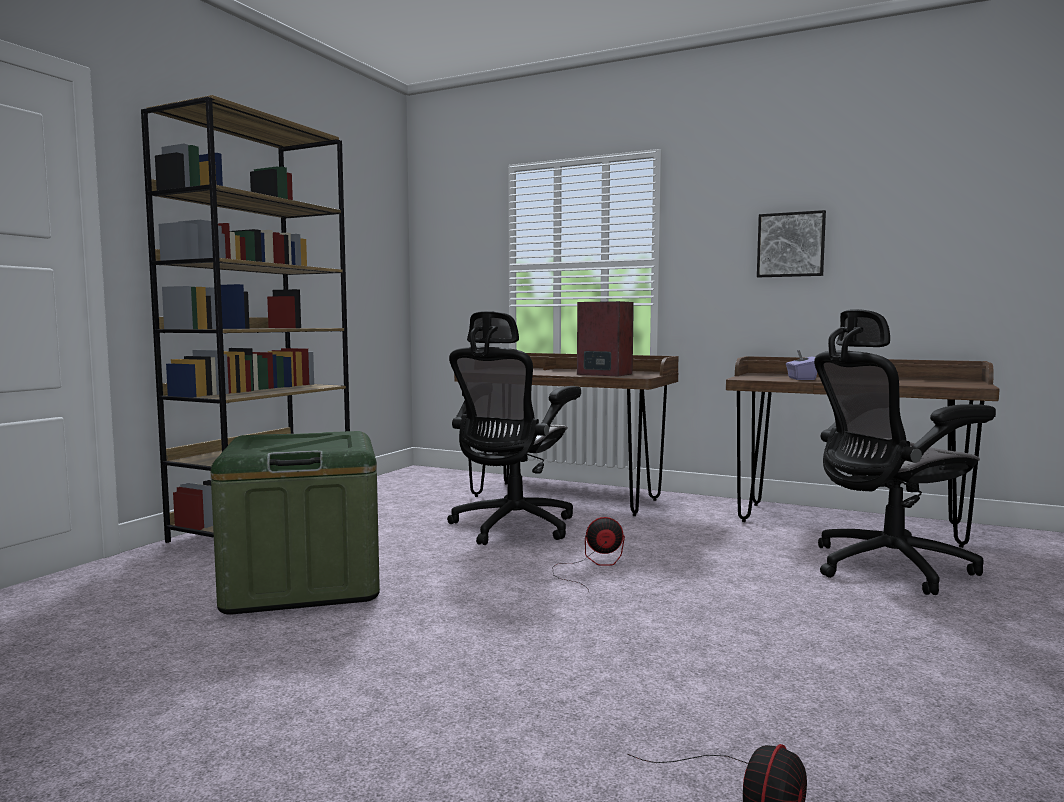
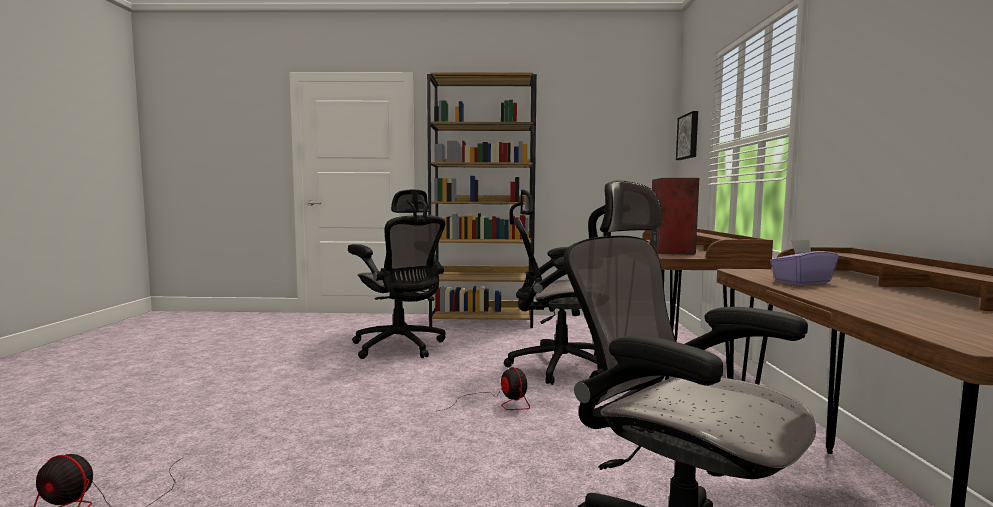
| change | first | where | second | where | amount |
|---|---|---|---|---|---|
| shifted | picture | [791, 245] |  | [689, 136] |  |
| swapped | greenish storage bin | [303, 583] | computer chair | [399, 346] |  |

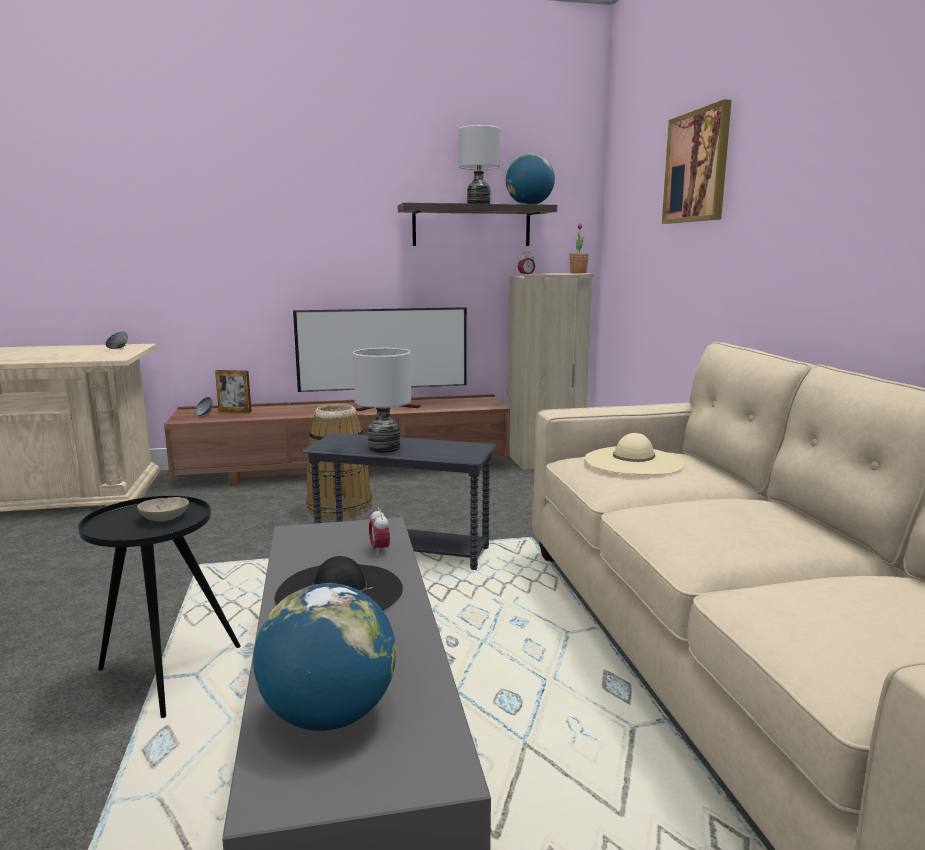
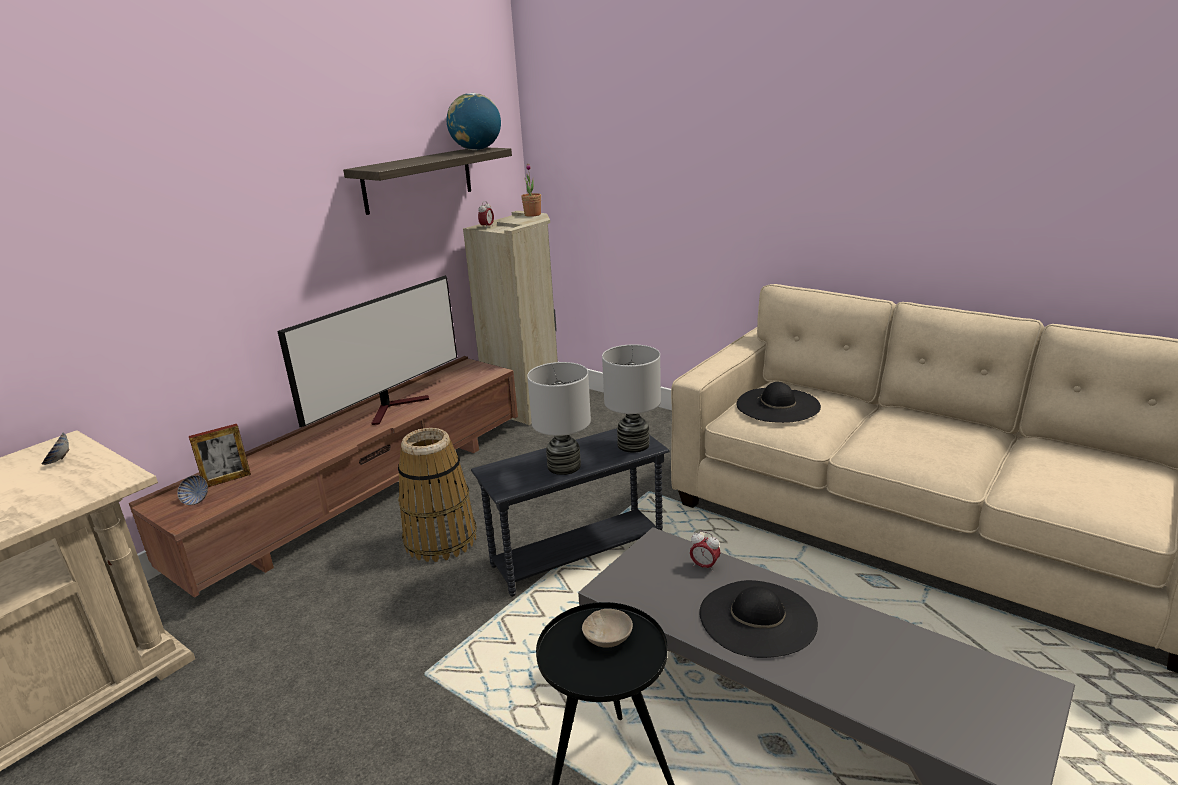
| change | first | where | second | where | amount |
|---|---|---|---|---|---|
| gone | globe | [329, 715] |  |  |  |
| gone | picture | [697, 167] |  |  |  |
| shifted | grey table lamp | [478, 204] |  | [633, 445] |  |
| repainted | beige-coloured clothing hat | [634, 461] | black clothing hat | [778, 405] |  |

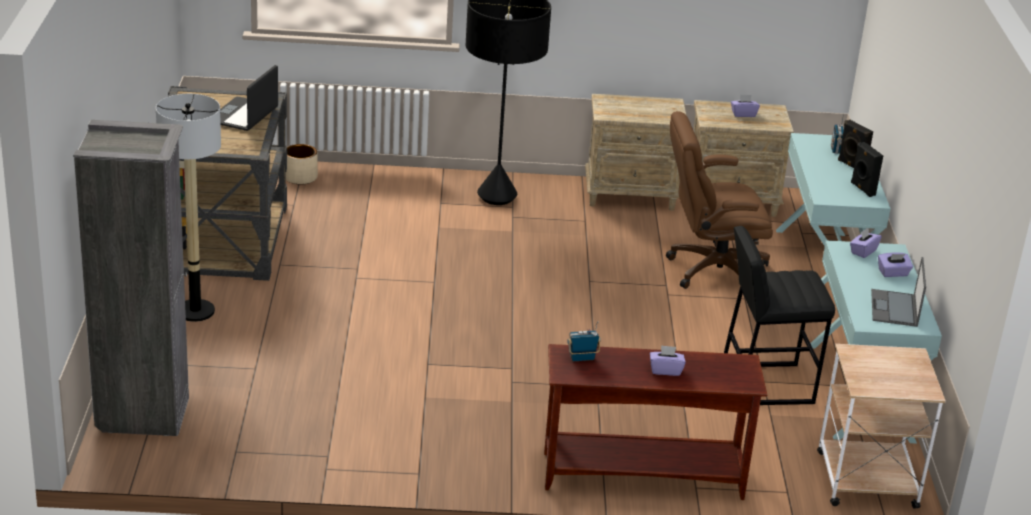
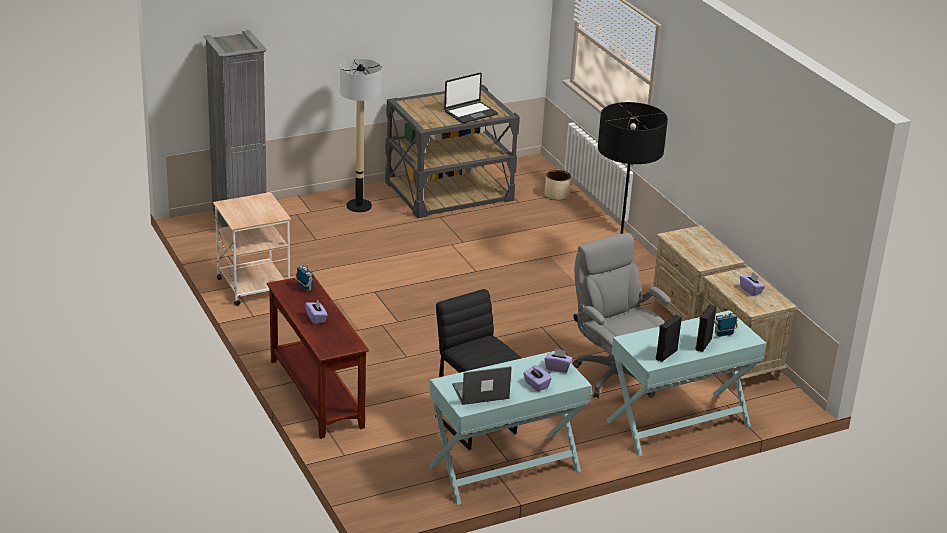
| change | first | where | second | where | amount |
|---|---|---|---|---|---|
| shifted | beige-coloured trolley | [865, 480] |  | [253, 286] |  |
| repainted | brownish computer chair | [709, 270] | grey computer chair | [614, 373] |  |
| rotated | notebook computer | [244, 115] |  | [470, 113] | 150 degrees clockwise |

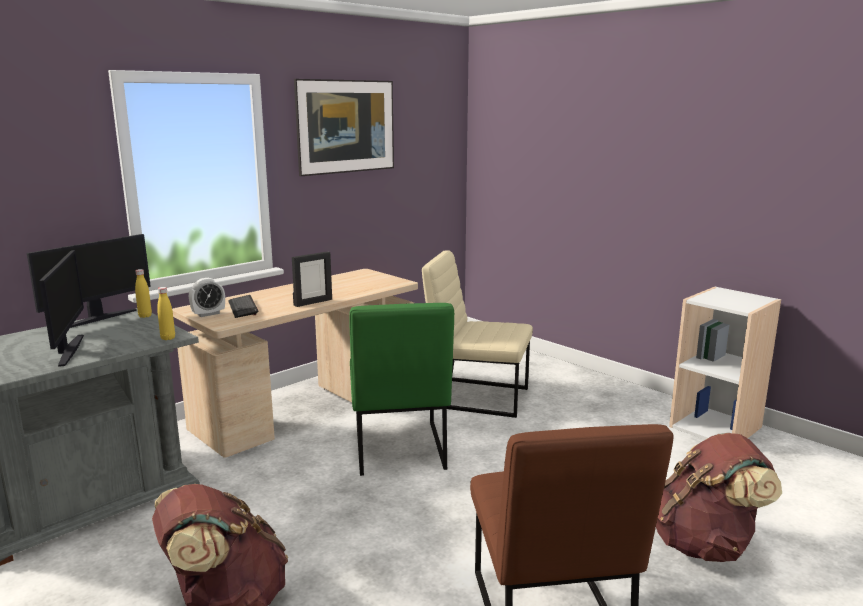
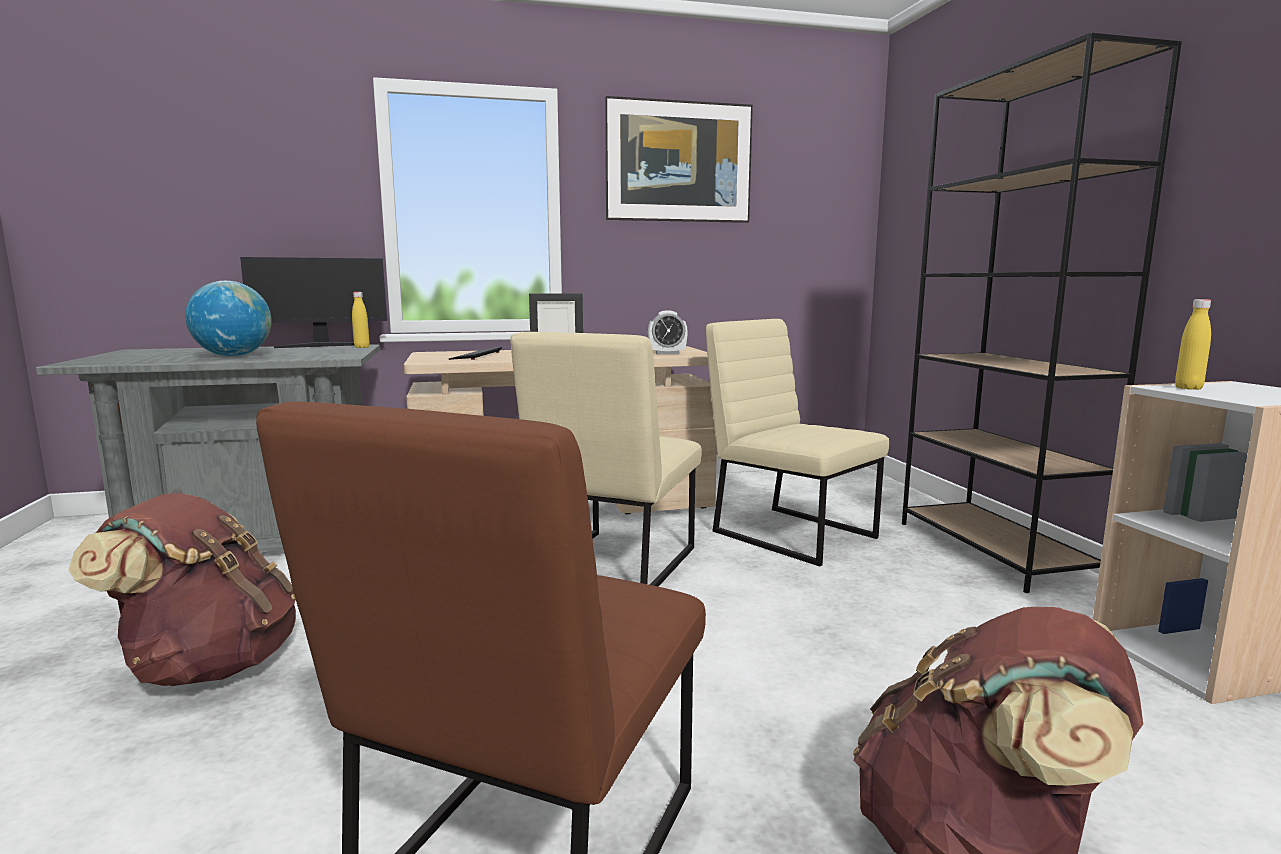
| change | first | where | second | where | amount |
|---|---|---|---|---|---|
| new |  |  | beige-coloured shelving unit | [994, 551] |  |
| shifted | yellowish drink bottle | [168, 338] |  | [1188, 388] |  |
| shifted | alarm clock | [208, 314] |  | [667, 353] |  |
| swapped | computer display | [68, 350] | globe | [233, 356] |  |
| repainted | greenish chair | [398, 449] | beige-coloured chair | [613, 565] |  |

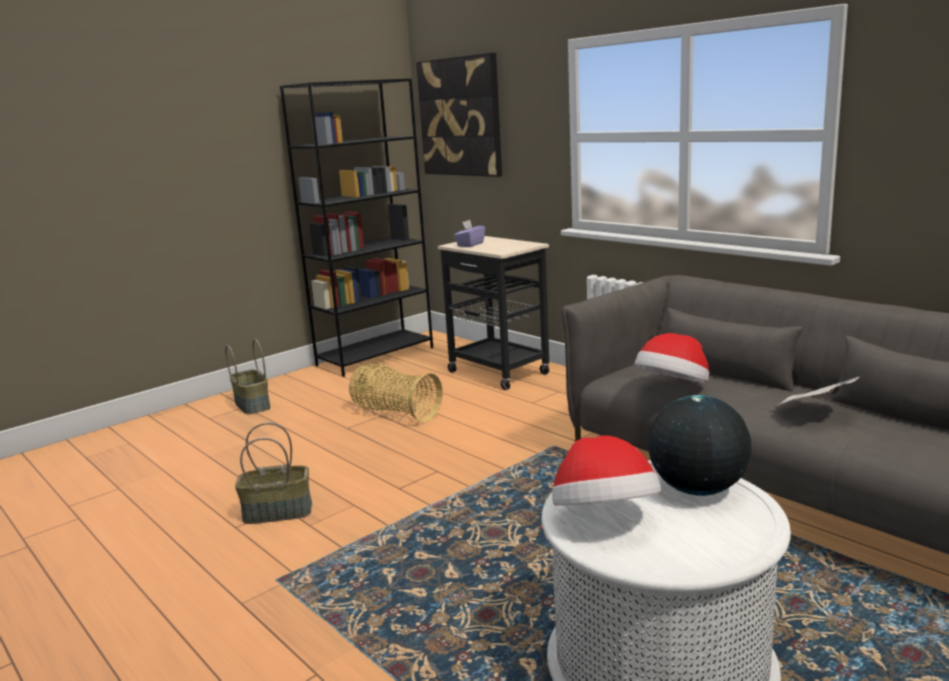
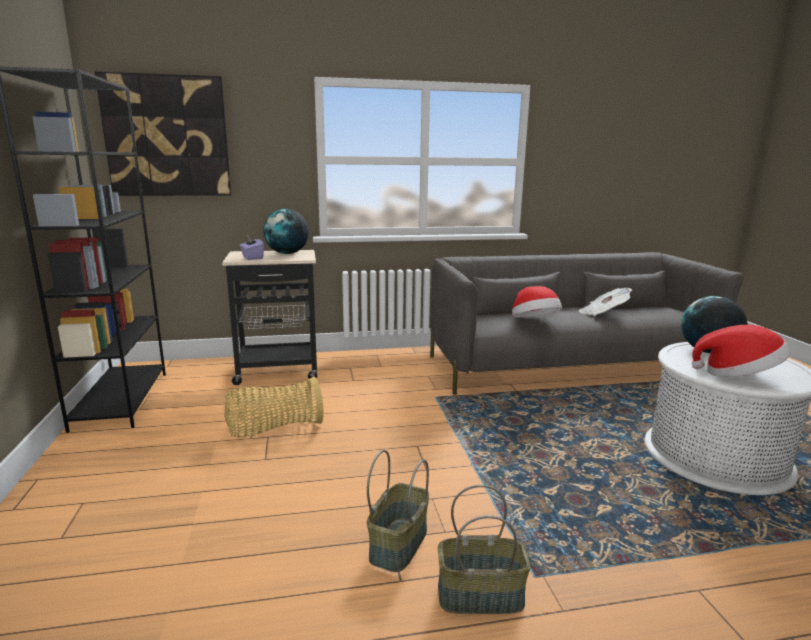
| change | first | where | second | where | amount |
|---|---|---|---|---|---|
| new |  |  | globe | [287, 253] |  |
| shifted | storage basket | [253, 405] |  | [481, 595] |  |

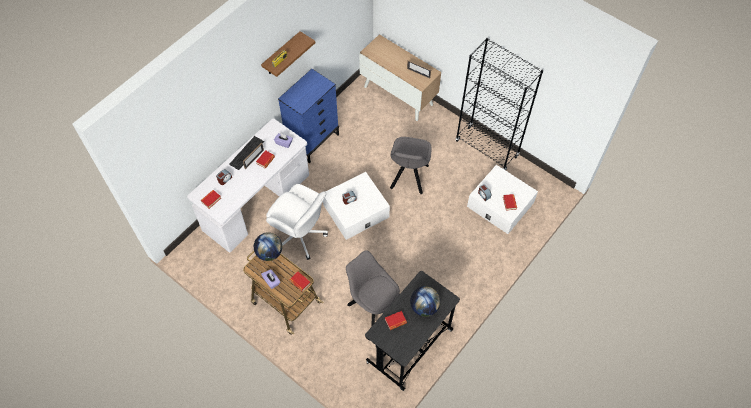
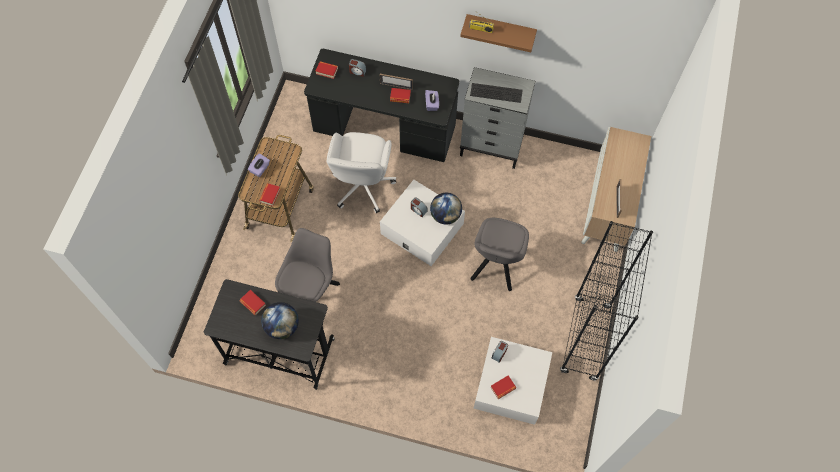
| change | first | where | second | where | amount |
|---|---|---|---|---|---|
| shifted | PC keyboard | [246, 152] |  | [497, 92] |  |
| shifted | globe | [269, 253] |  | [445, 215] |  |
| repainted | white desk table | [257, 202] | black desk table | [384, 128] |  |
| repainted | bluish drawer chest | [313, 141] | grey drawer chest | [491, 147] |  |
| rotated | grey chair | [409, 177] |  | [496, 266] | 60 degrees counterclockwise |

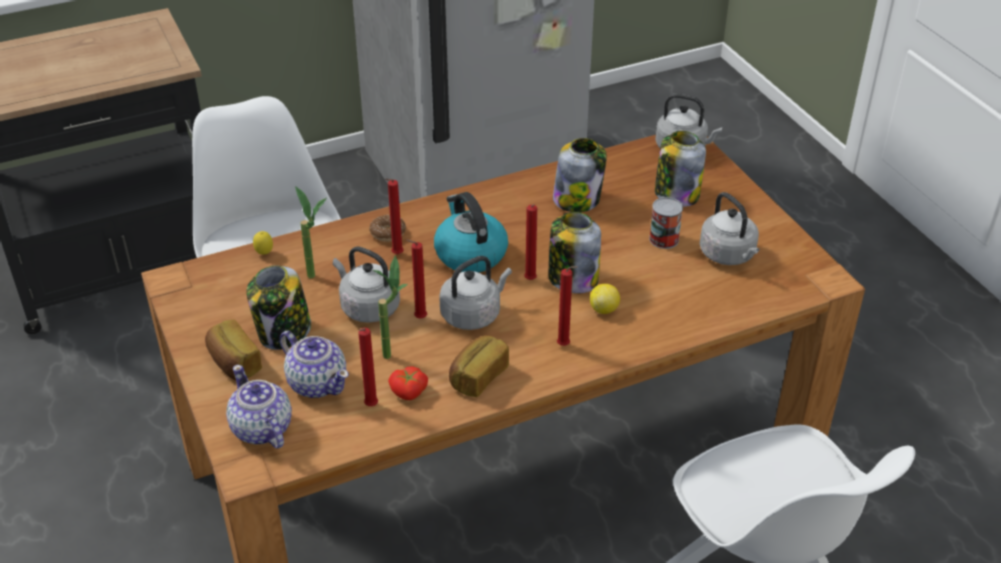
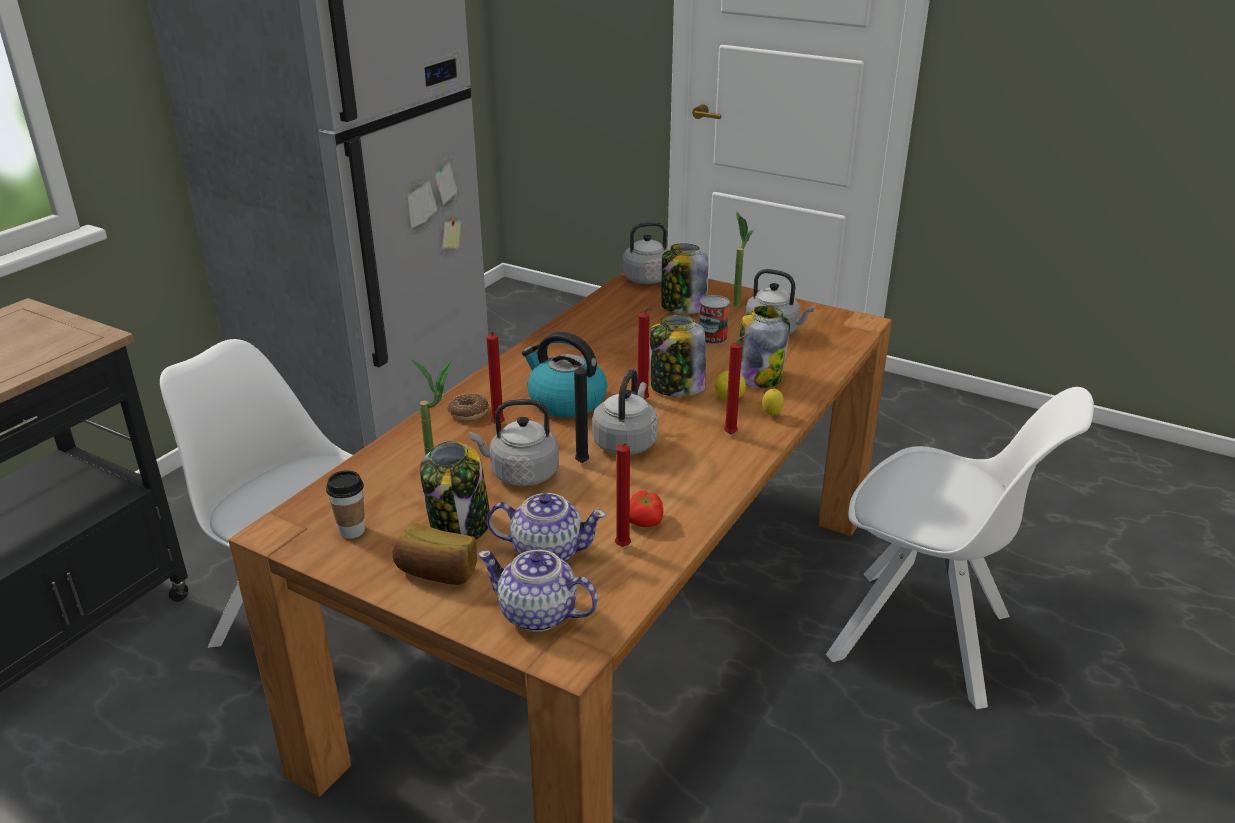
| change | first | where | second | where | amount |
|---|---|---|---|---|---|
| gone | bread | [477, 376] |  |  |  |
| new |  |  | small cup | [352, 531] |  |
| shifted | citrus fruit | [264, 254] |  | [771, 415] |  |
| shifted | potted plant | [393, 351] |  | [736, 302] |  |
| shifted | jar | [577, 199] |  | [758, 377] |  |
| repainted | red candle | [418, 318] | black candle | [580, 464] |  |

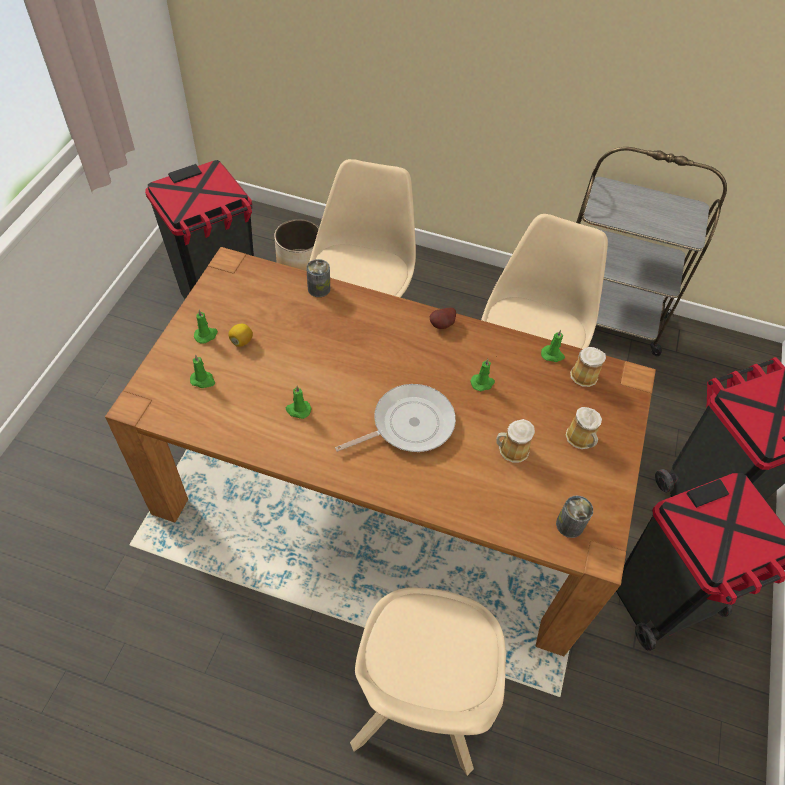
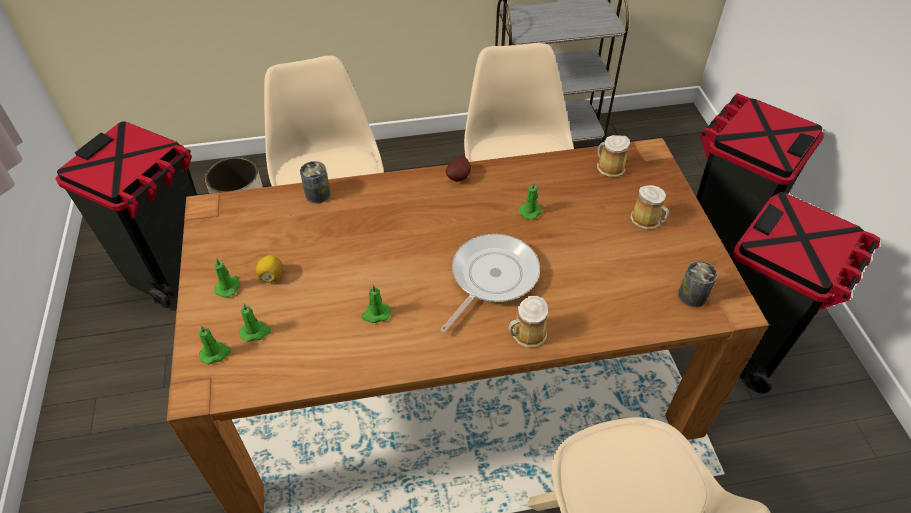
| change | first | where | second | where | amount |
|---|---|---|---|---|---|
| shifted | coffee mug | [511, 450] |  | [527, 334] |  |
| shifted | greenish candle | [552, 355] |  | [215, 353] |  |

